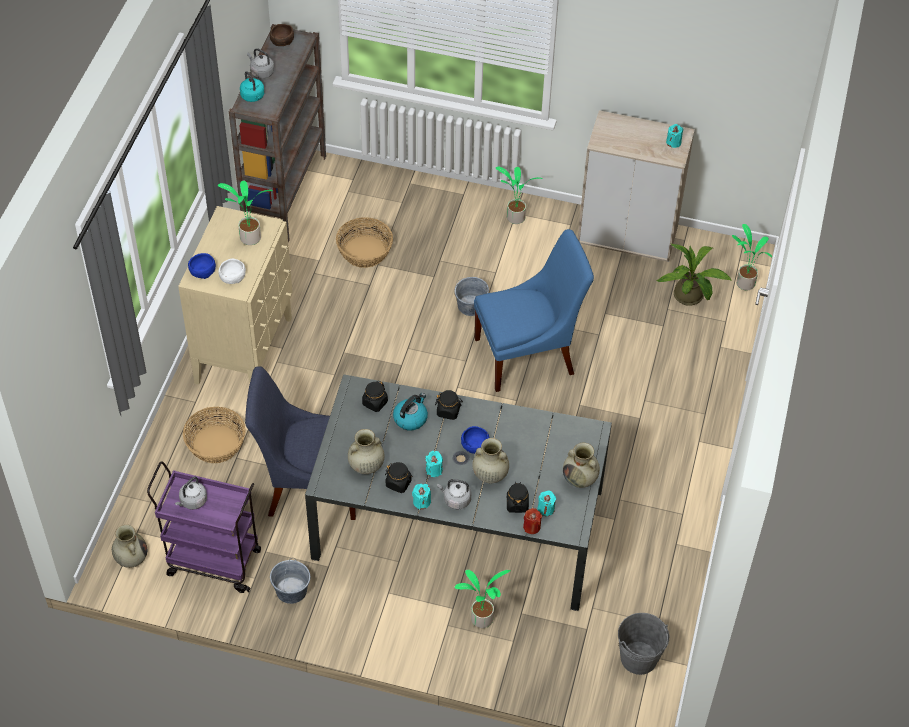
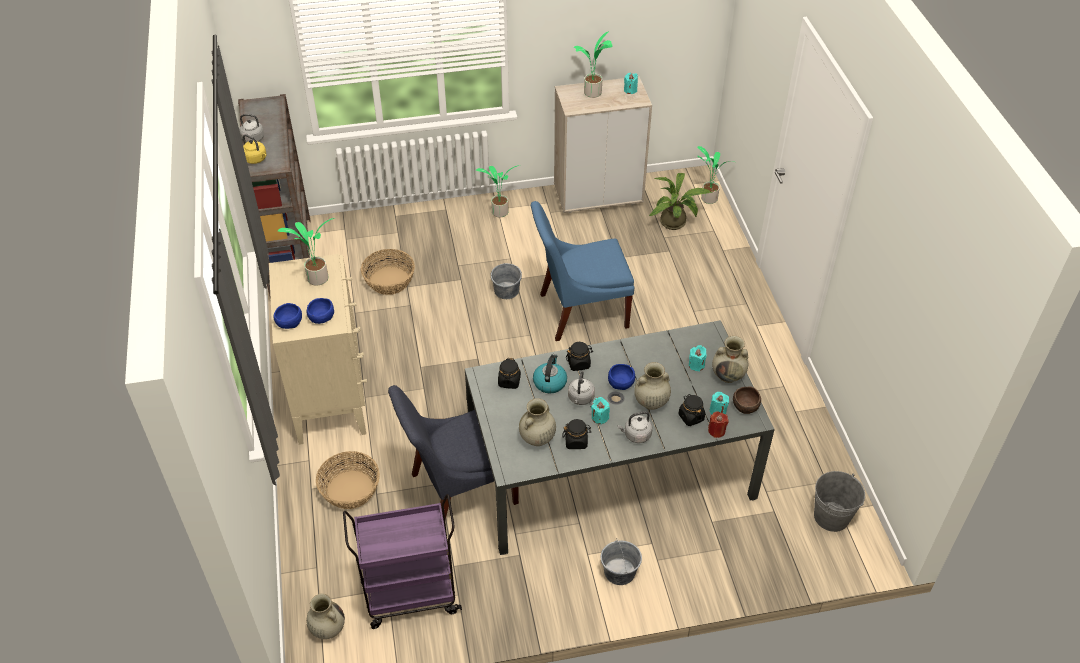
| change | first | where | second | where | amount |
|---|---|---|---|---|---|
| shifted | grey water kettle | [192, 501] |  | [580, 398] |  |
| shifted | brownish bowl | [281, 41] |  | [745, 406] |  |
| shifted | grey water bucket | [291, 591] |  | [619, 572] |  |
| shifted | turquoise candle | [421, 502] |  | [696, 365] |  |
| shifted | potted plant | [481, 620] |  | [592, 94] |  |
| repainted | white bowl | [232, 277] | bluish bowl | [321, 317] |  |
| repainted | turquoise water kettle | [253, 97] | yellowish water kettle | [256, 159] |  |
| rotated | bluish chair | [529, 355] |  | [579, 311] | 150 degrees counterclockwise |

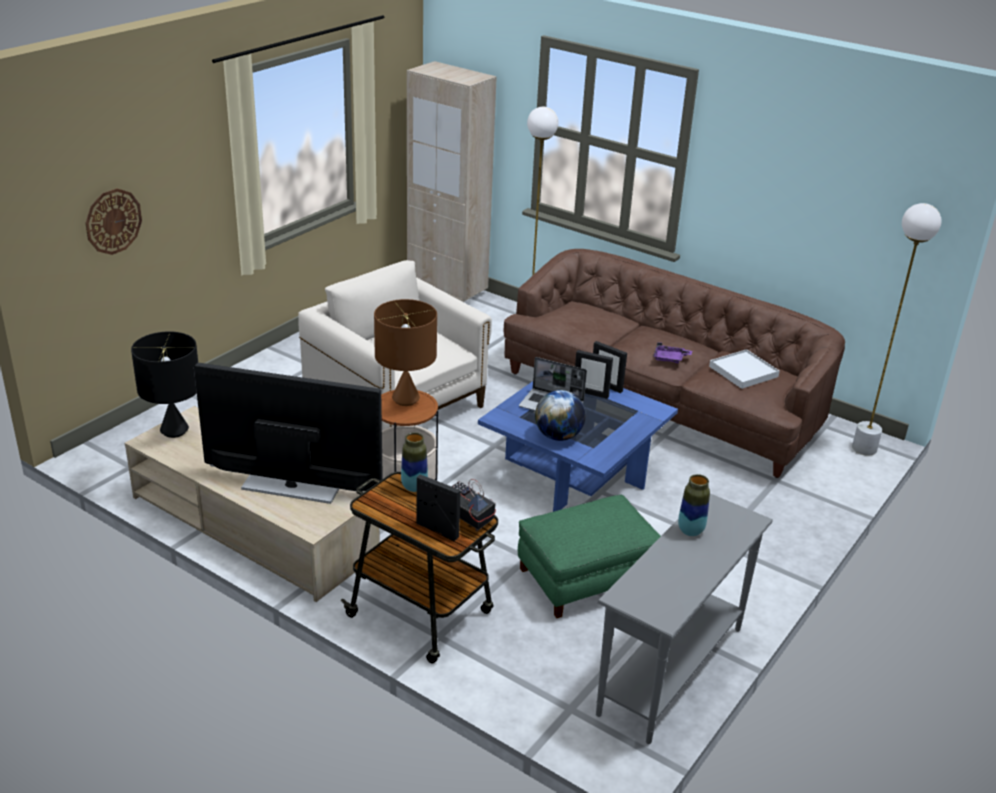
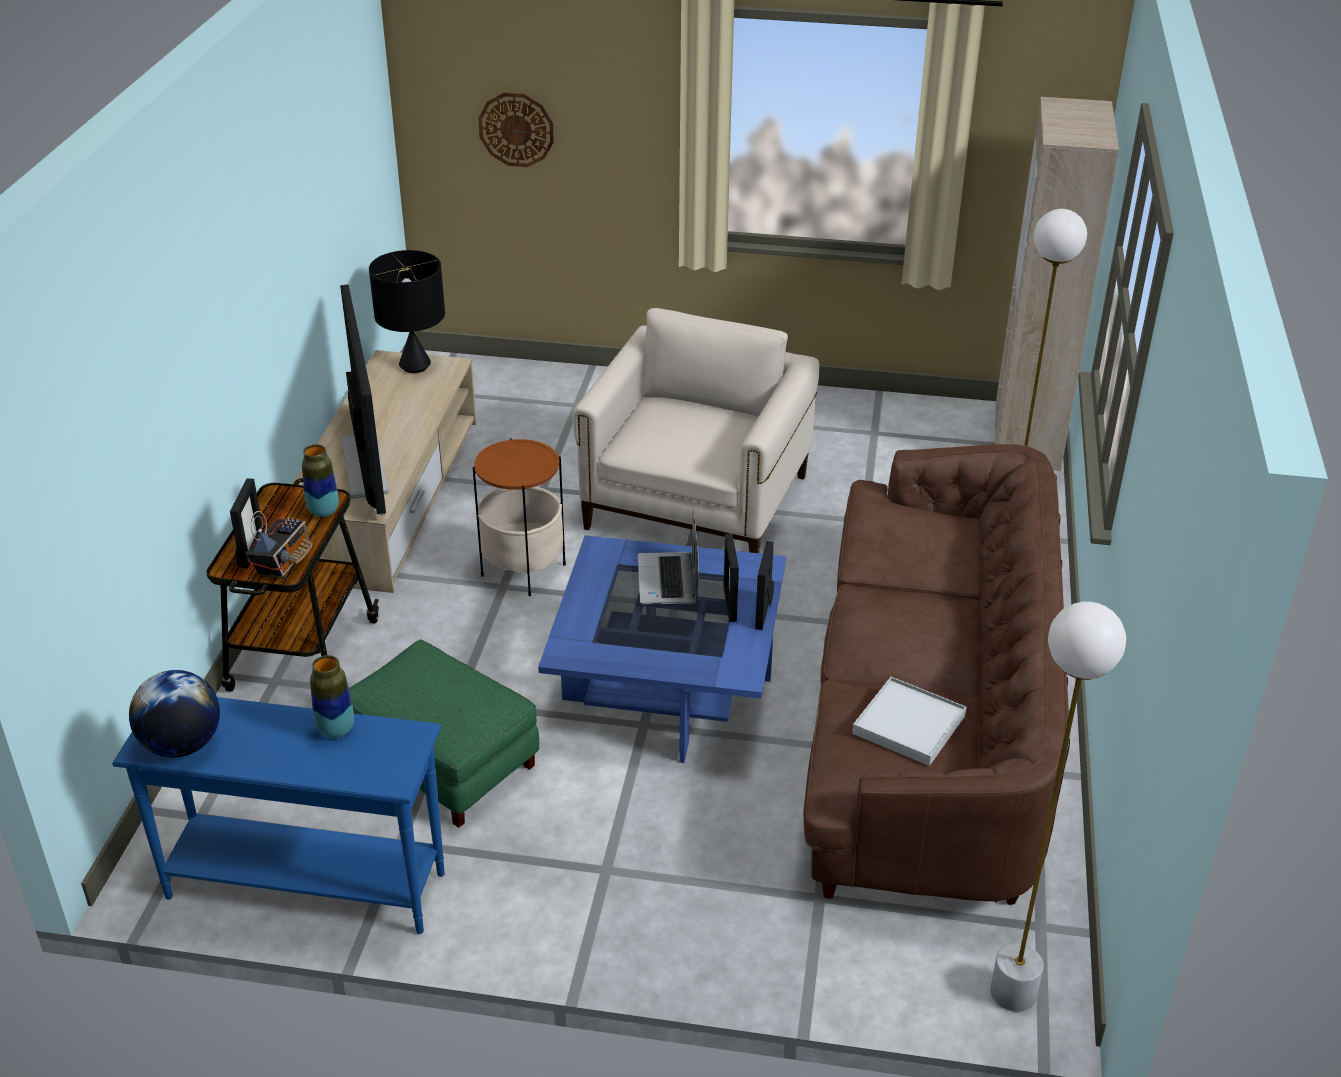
| change | first | where | second | where | amount |
|---|---|---|---|---|---|
| gone | brownish table lamp | [405, 400] |  |  |  |
| gone | purple-coloured carrying tray | [670, 359] |  |  |  |
| shifted | globe | [558, 436] |  | [182, 745] |  |
| repainted | grey hall table | [672, 672] | bluish hall table | [303, 887] |  |

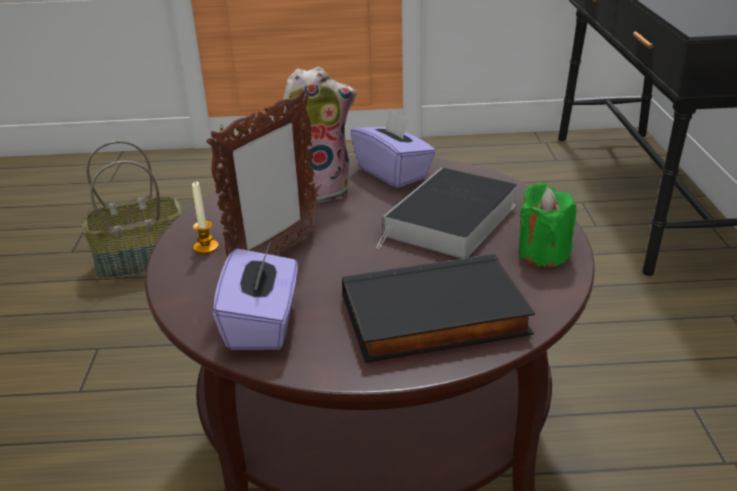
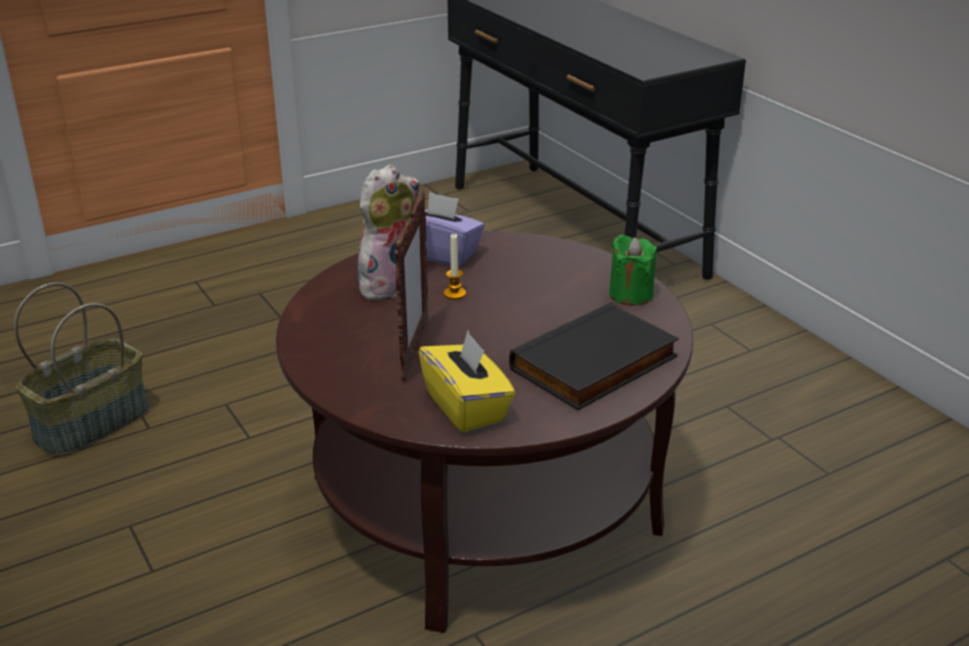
| change | first | where | second | where | amount |
|---|---|---|---|---|---|
| gone | volume | [450, 222] |  |  |  |
| shifted | candle | [206, 247] |  | [454, 294] |  |
| repainted | purple-coloured tissue holder | [263, 324] | yellowish tissue holder | [467, 407] |  |

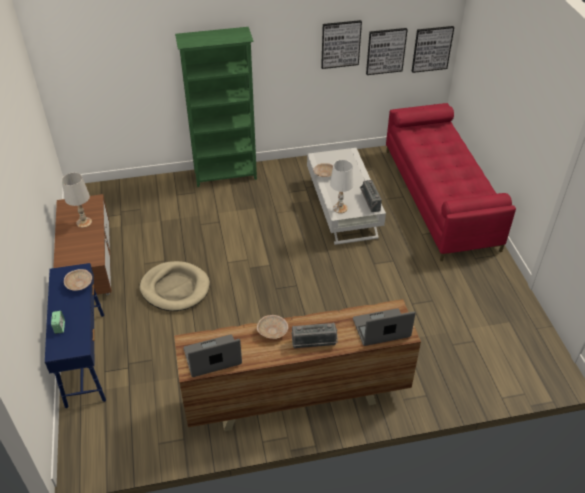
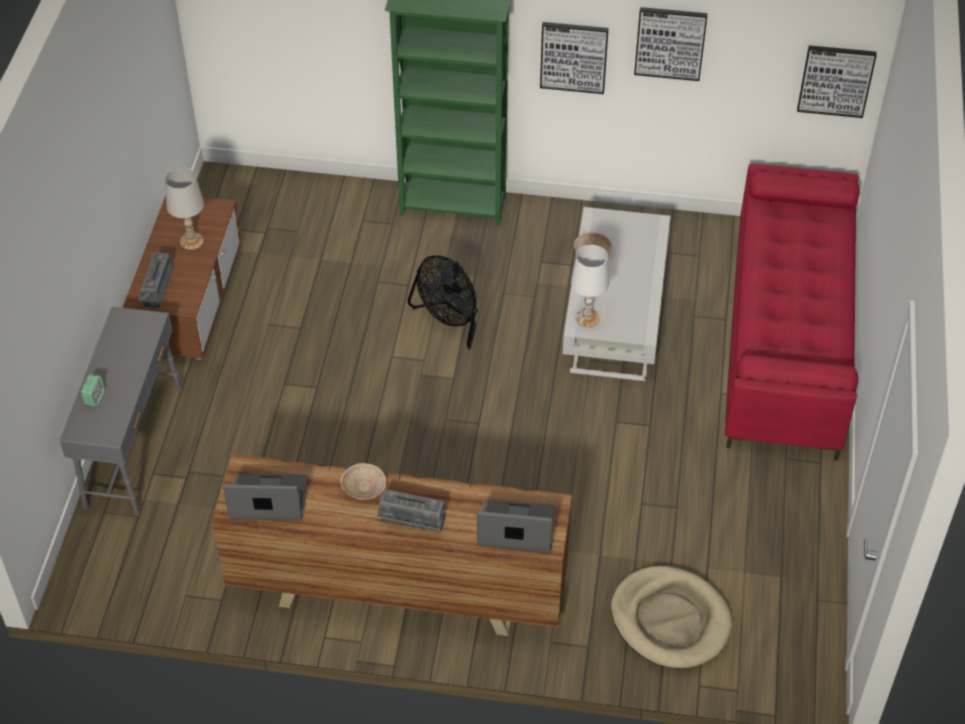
| change | first | where | second | where | amount |
|---|---|---|---|---|---|
| gone | beige-coloured bowl | [79, 285] |  |  |  |
| new |  |  | black cooling fan | [450, 318] |  |
| shifted | beige-coloured dog bed | [175, 288] |  | [670, 620] |  |
| shifted | radio | [369, 202] |  | [155, 288] |  |
| shifted | picture | [385, 51] |  | [573, 56] |  |
| repainted | bluish hall table | [86, 358] | grey hall table | [135, 447] |  |

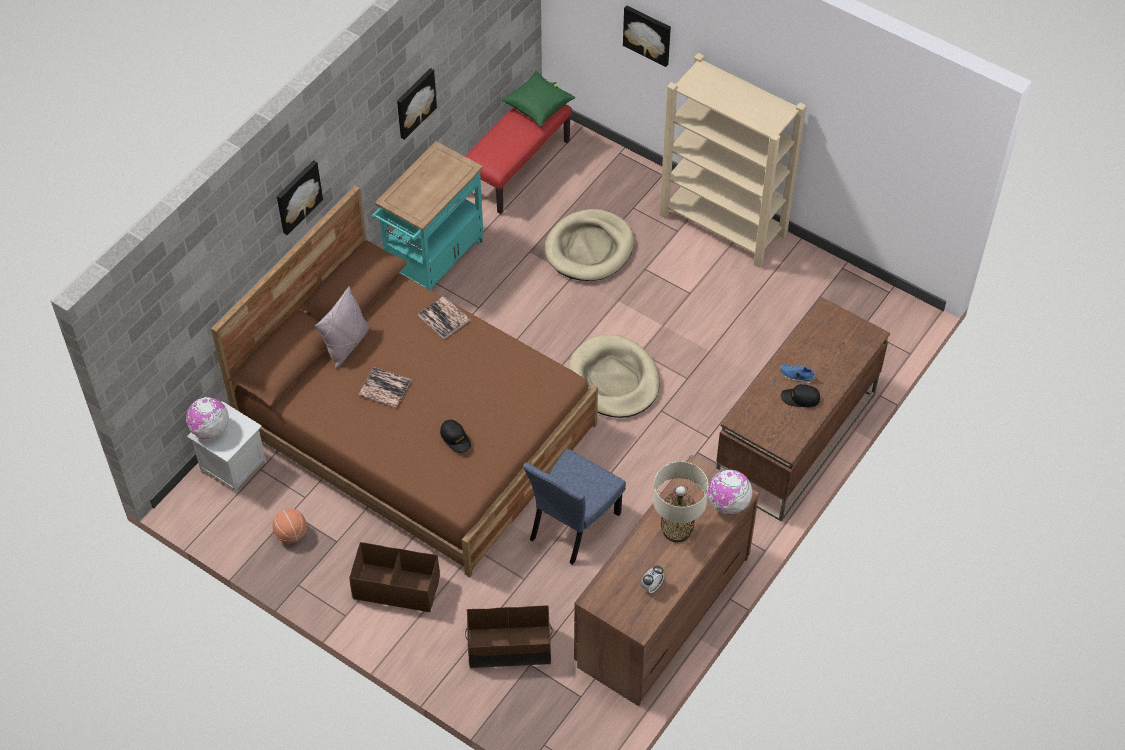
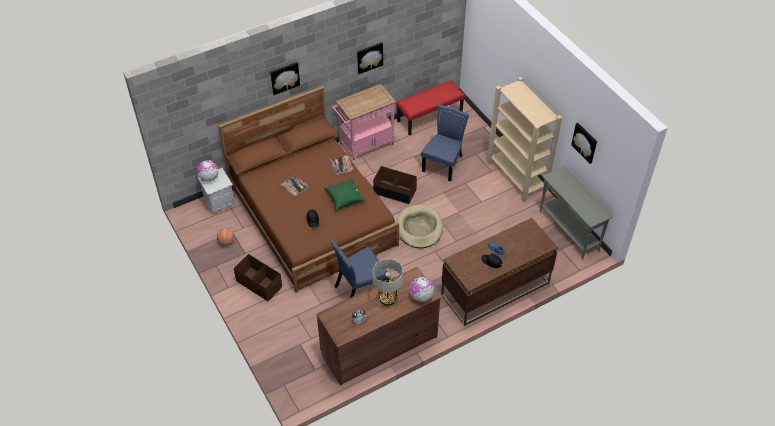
| change | first | where | second | where | amount |
|---|---|---|---|---|---|
| gone | purple-coloured pillow | [347, 345] |  |  |  |
| new |  |  | grey hall table | [569, 230] |  |
| shifted | brownish storage bin | [509, 647] |  | [394, 192] |  |
| shifted | greenish pillow | [538, 106] |  | [344, 198] |  |
| shifted | picture | [648, 34] |  | [585, 142] |  |
| swapped | beige-coloured dog bed | [589, 248] | bluish chair | [443, 165] |  |
| repainted | turquoise trolley | [432, 261] | pink-coloured trolley | [364, 145] |  |

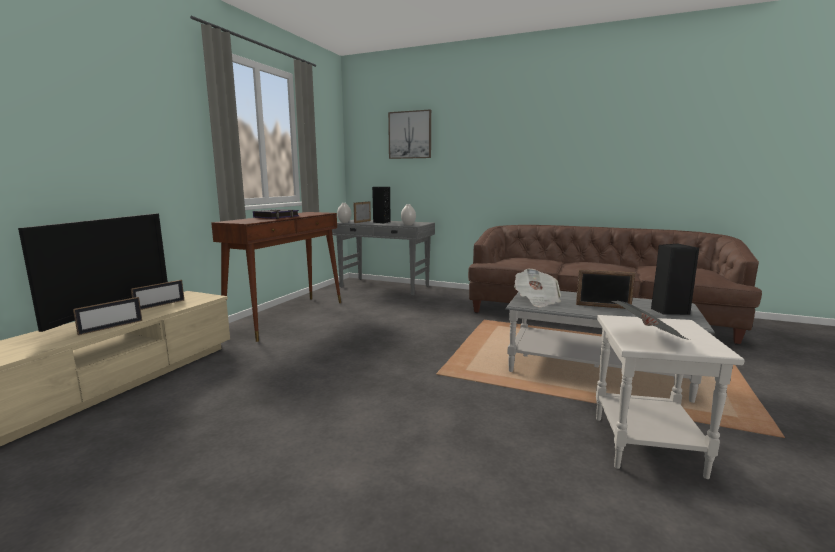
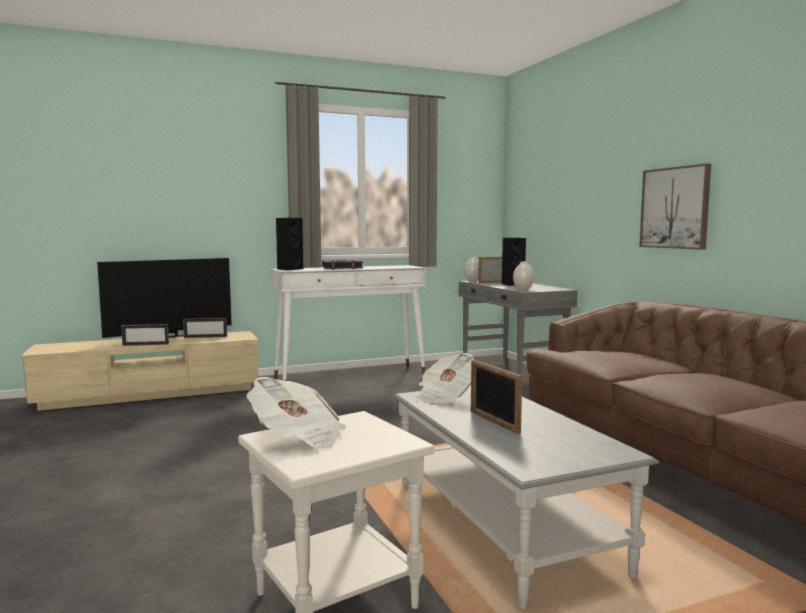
| change | first | where | second | where | amount |
|---|---|---|---|---|---|
| shifted | picture | [410, 135] |  | [675, 208] |  |
| shifted | black loudspeaker | [668, 311] |  | [289, 269] |  |
| repainted | brownish hall table | [288, 316] | white hall table | [351, 378] |  |

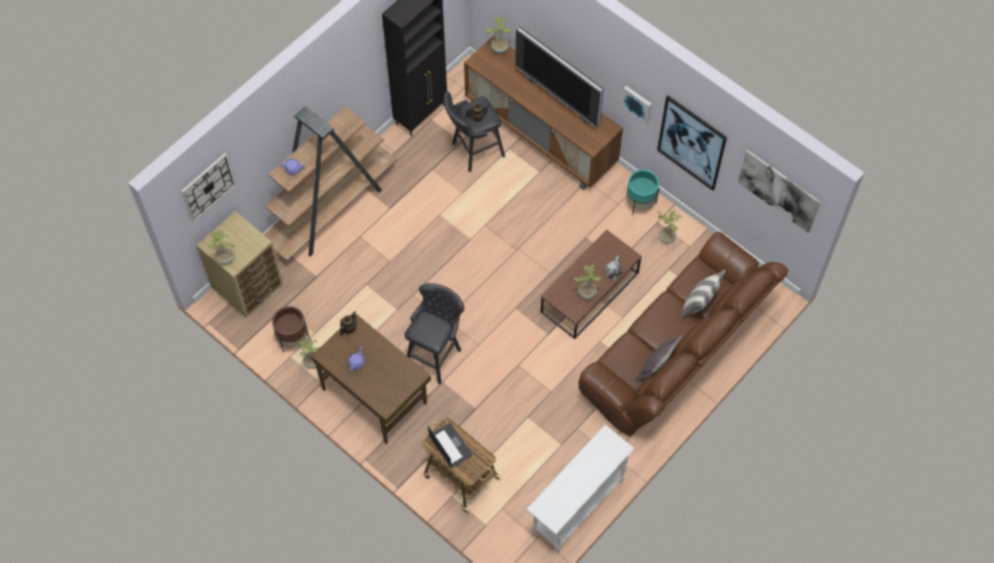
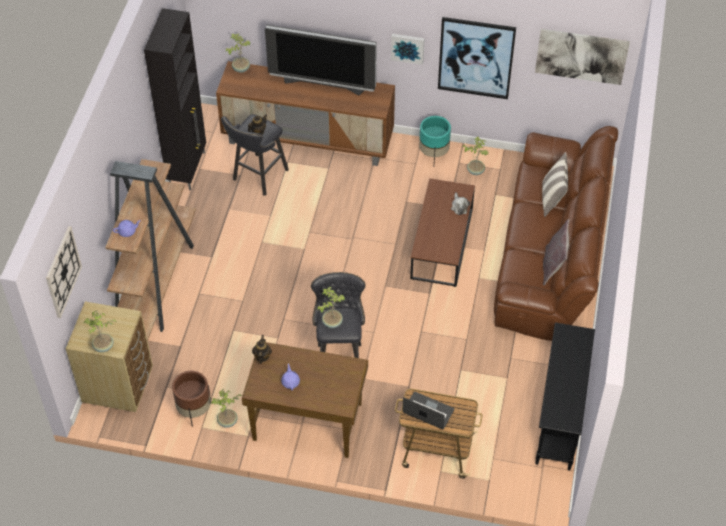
| change | first | where | second | where | amount |
|---|---|---|---|---|---|
| shifted | potted plant | [587, 292] |  | [331, 322] |  |
| repainted | white hall table | [577, 507] | black hall table | [558, 422] |  |

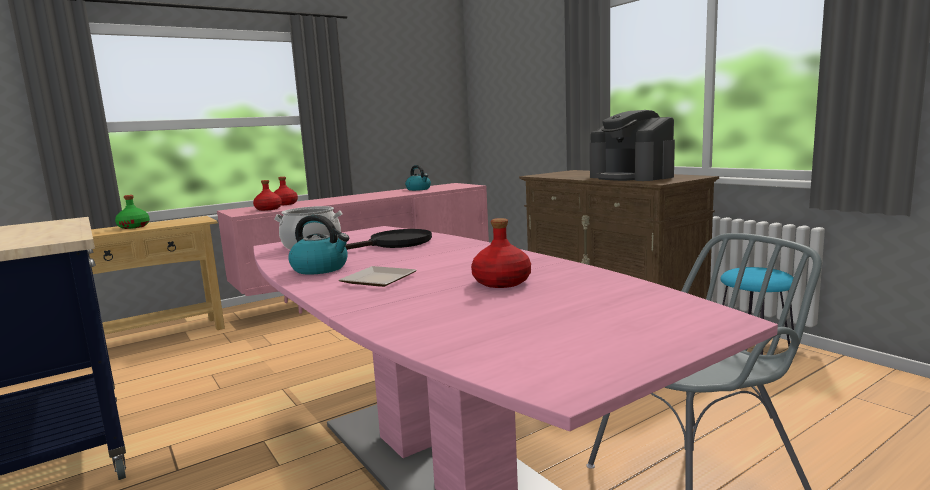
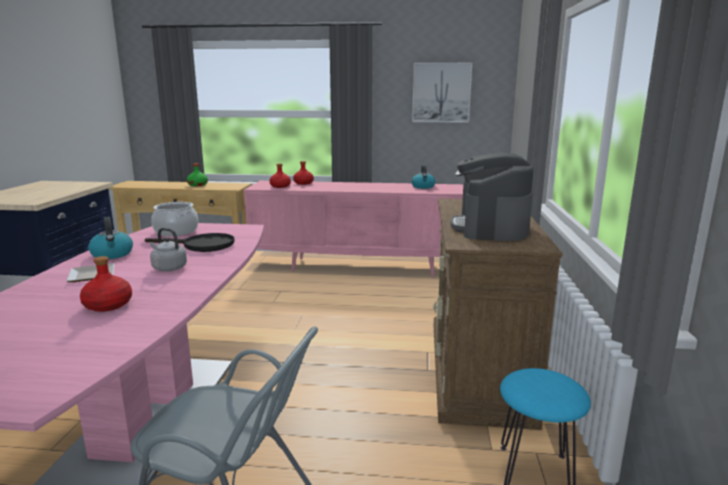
| change | first | where | second | where | amount |
|---|---|---|---|---|---|
| new |  |  | grey water kettle | [168, 268] |  |
| new |  |  | picture | [441, 92] |  |

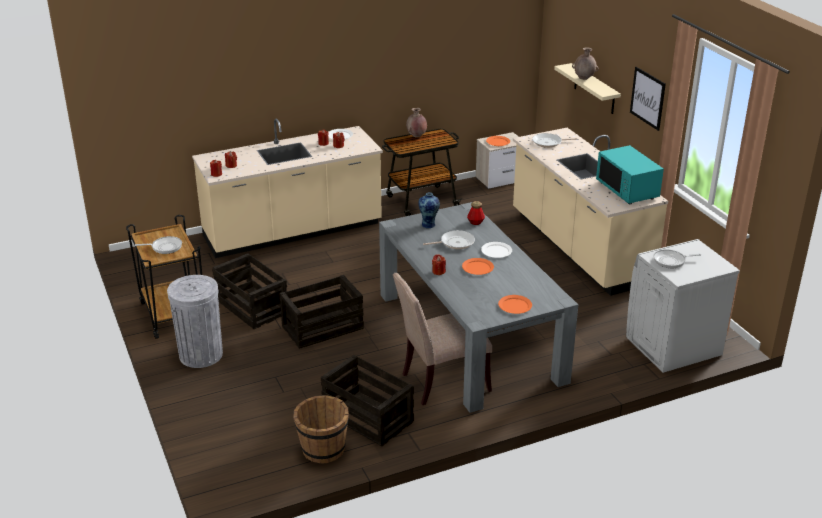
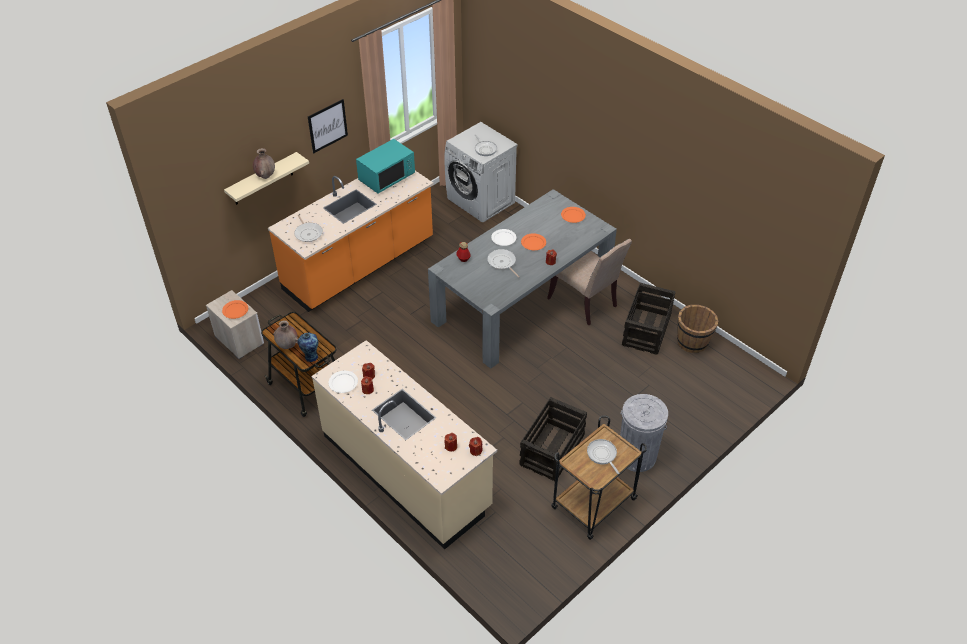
| change | first | where | second | where | amount |
|---|---|---|---|---|---|
| gone | shipping crate | [322, 328] |  |  |  |
| shifted | vase | [429, 224] |  | [310, 357] |  |
| repainted | beige-coloured kitchen base unit | [578, 248] | orangey kitchen base unit | [359, 265] |  |

